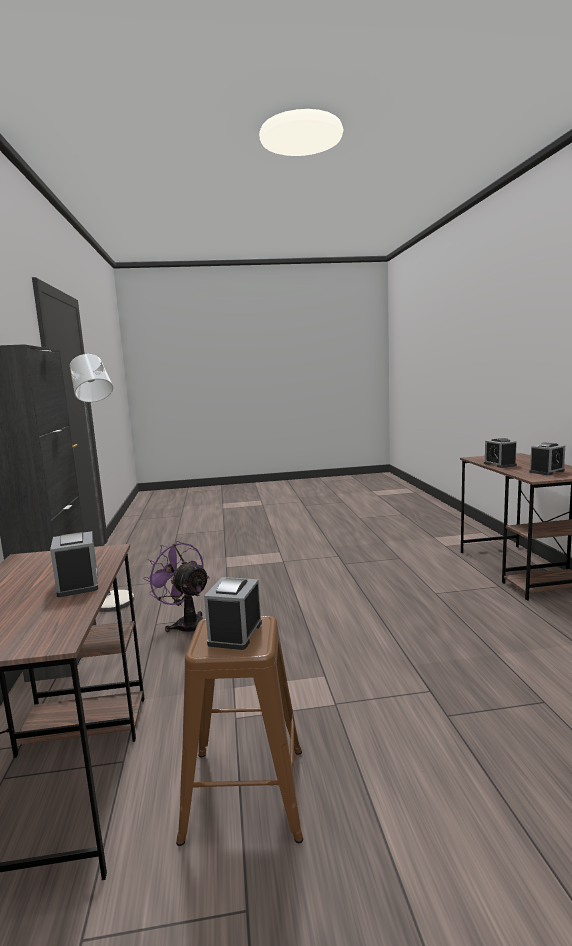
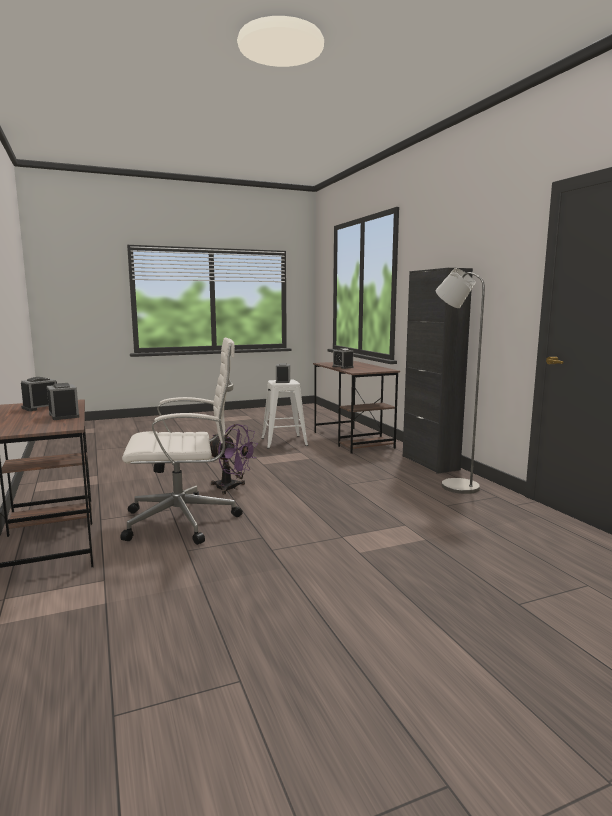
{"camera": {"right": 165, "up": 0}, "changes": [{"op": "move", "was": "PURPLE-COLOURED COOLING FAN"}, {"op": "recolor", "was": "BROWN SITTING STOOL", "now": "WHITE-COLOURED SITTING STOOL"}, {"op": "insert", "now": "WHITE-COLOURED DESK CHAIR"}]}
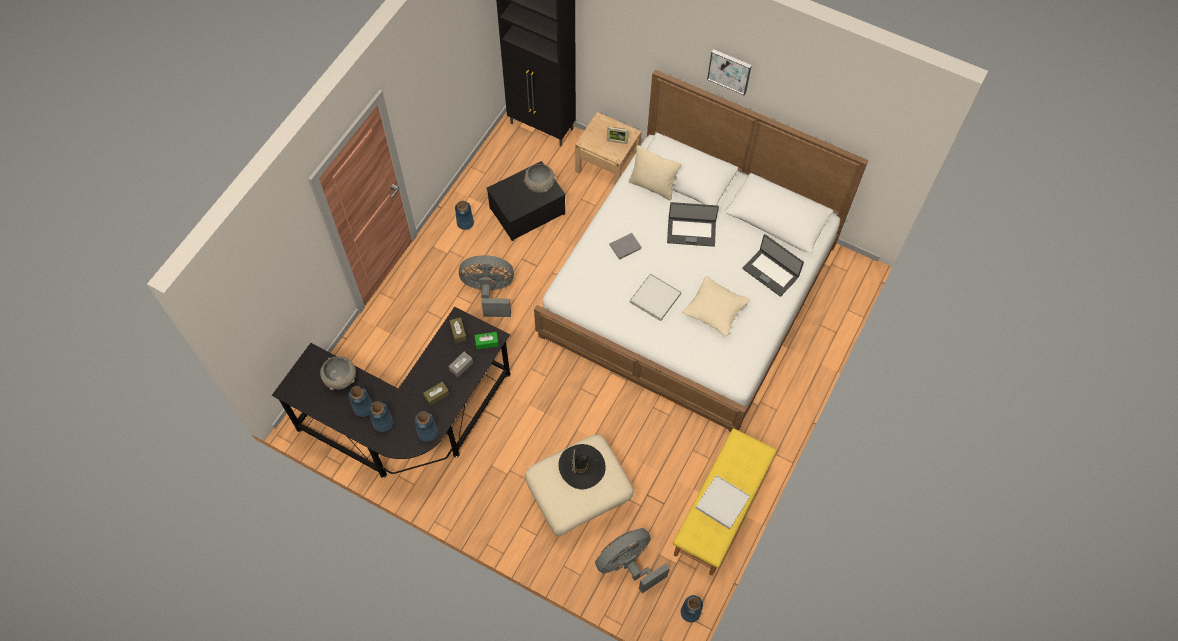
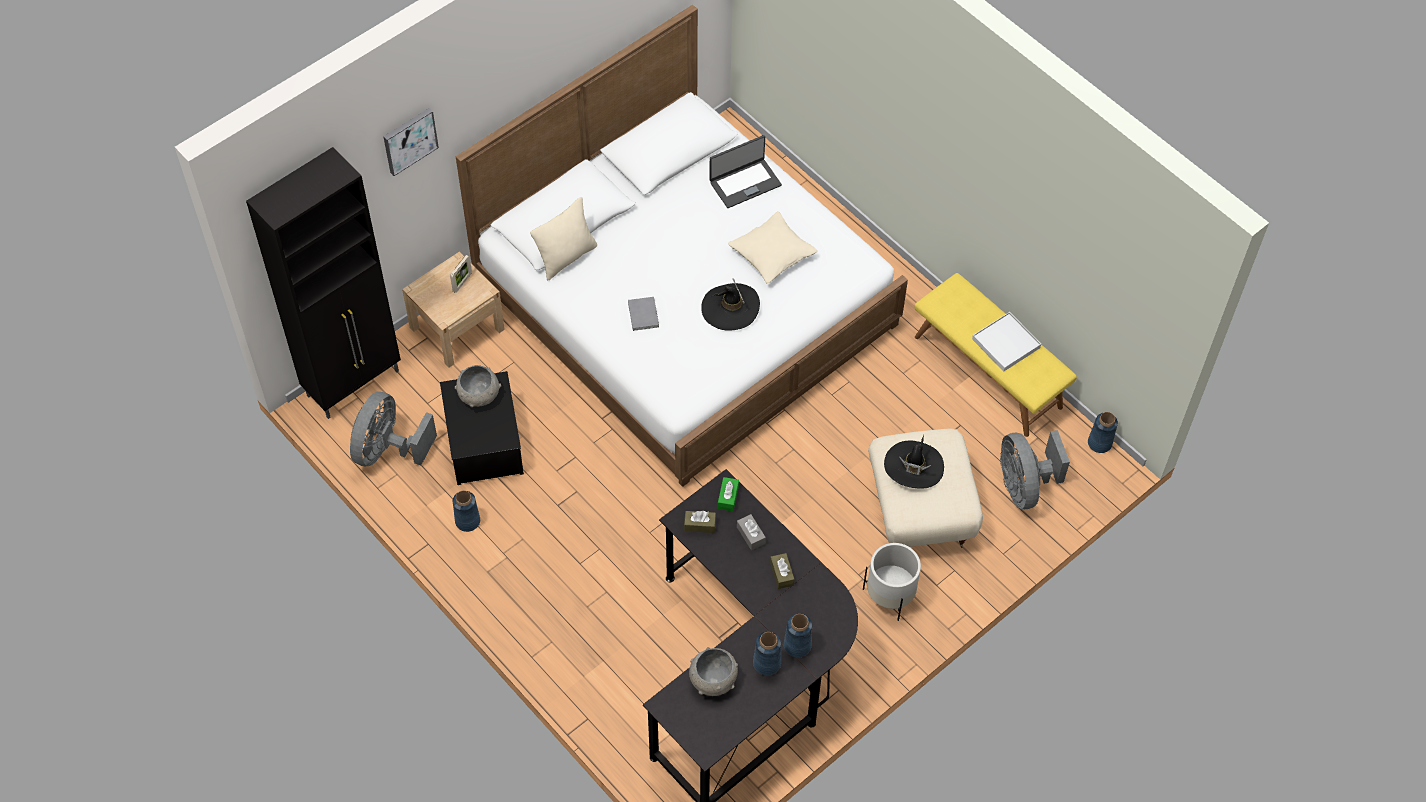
{"camera": {"right": -70, "up": -5}, "changes": [{"op": "delete", "was": "BLUE DECORATIVE VASE (3rd from left)"}, {"op": "move", "was": "GRAY COOLING FAN (1st from left)"}, {"op": "replace", "was": "WHITE-COLOURED SERVING TRAY (1st from left)", "now": "BLACKISH HAT (1st from left)"}, {"op": "delete", "was": "PORTABLE COMPUTER (1st from left)"}, {"op": "move", "was": "PICTURE"}, {"op": "insert", "now": "WHITE-COLOURED PLANTER"}]}
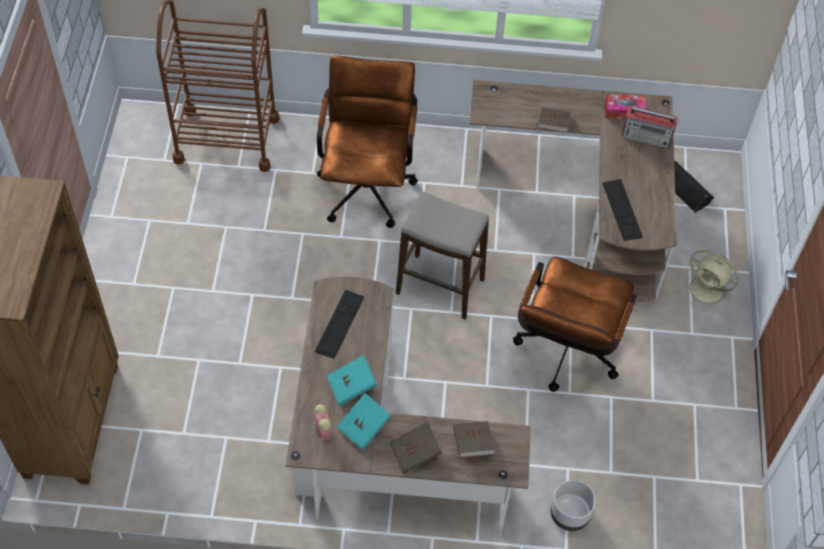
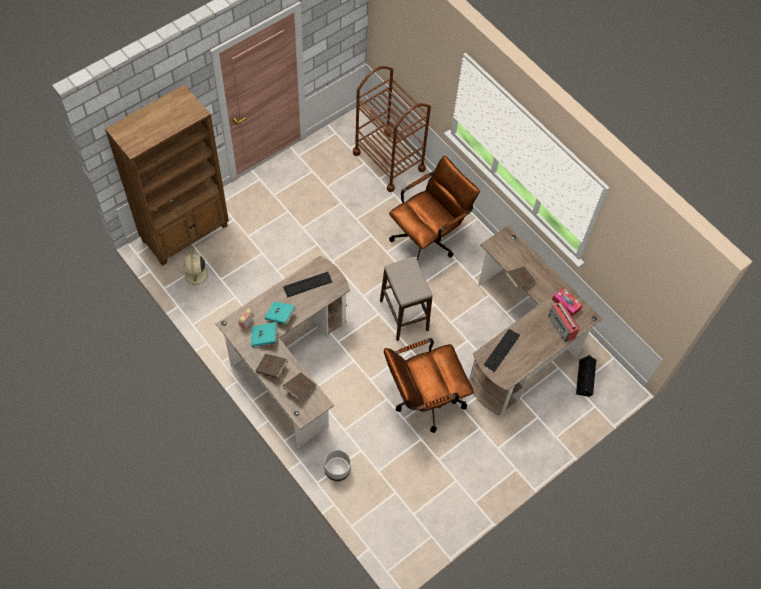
{"camera": {"right": 45, "up": 5}, "changes": [{"op": "move", "was": "BEIGE-COLOURED COOLING FAN"}]}
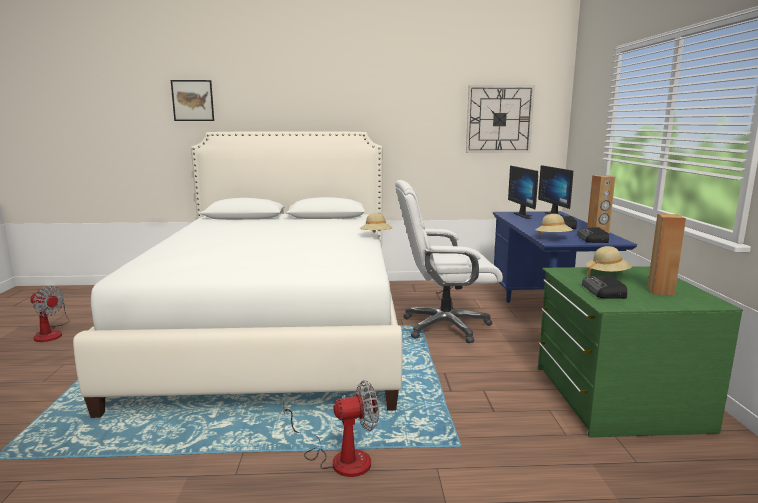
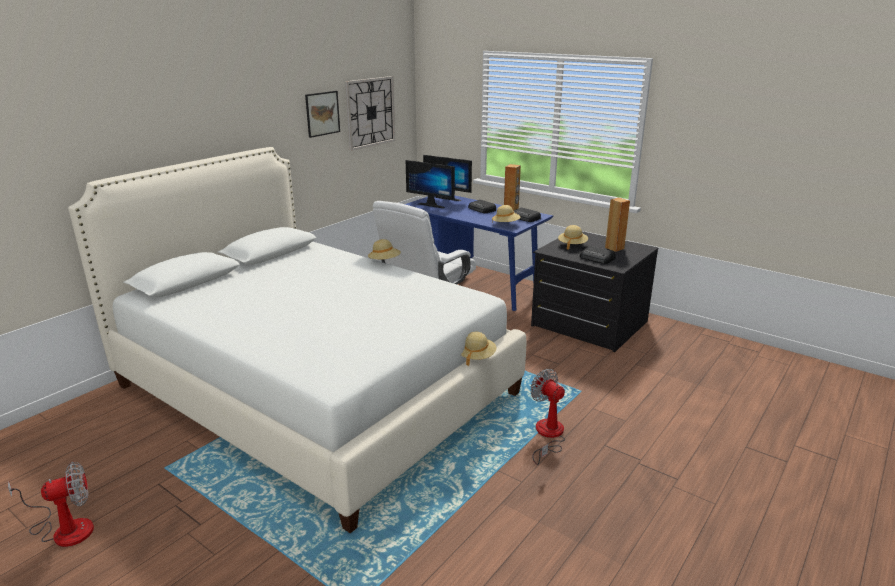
{"camera": {"right": -50, "up": 10}, "changes": [{"op": "move", "was": "PICTURE"}, {"op": "rotate", "was": "COOLING FAN (2nd from left)", "clockwise": -60}, {"op": "recolor", "was": "GREEN DRESSER", "now": "BLACKISH DRESSER"}, {"op": "insert", "now": "BEIGE-COLOURED HAT (2nd from left)"}]}
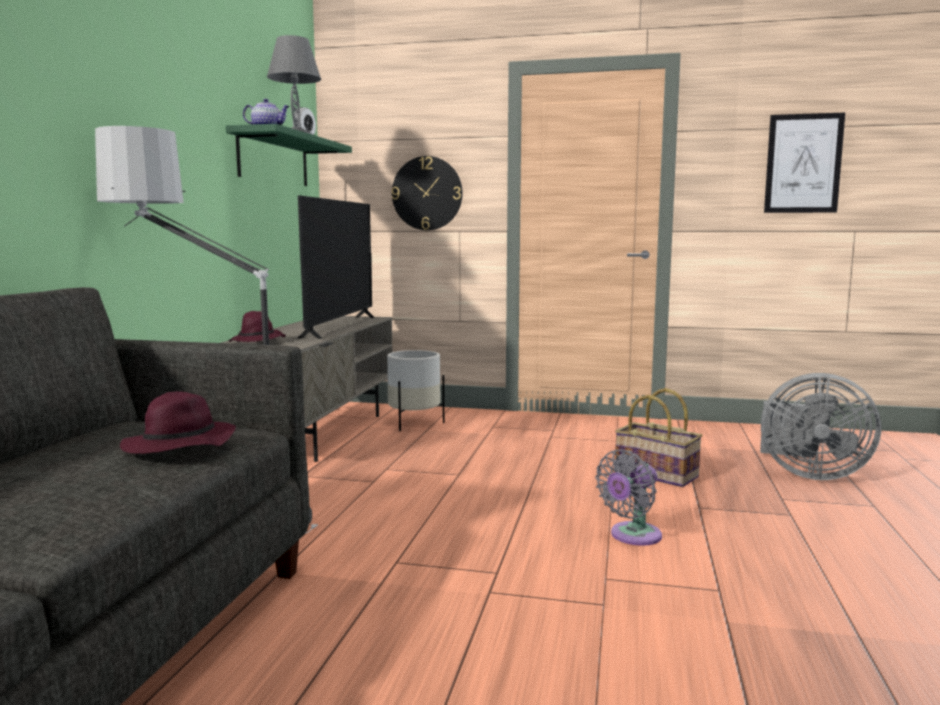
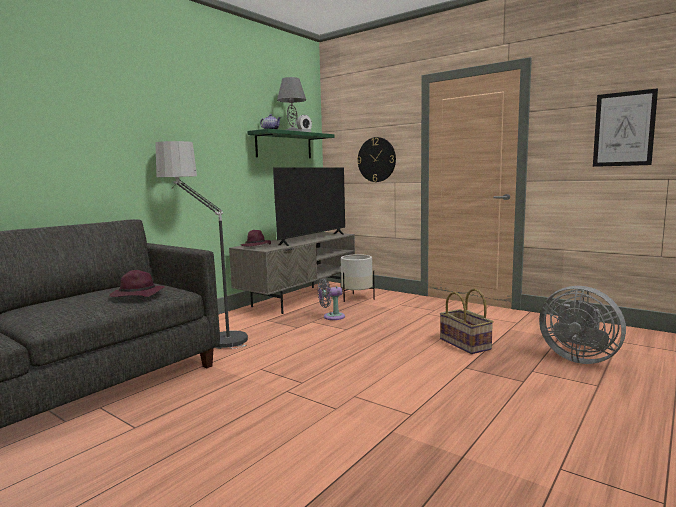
{"camera": {"right": 25, "up": 0}, "changes": [{"op": "move", "was": "GRAY COOLING FAN (1st from left)"}]}
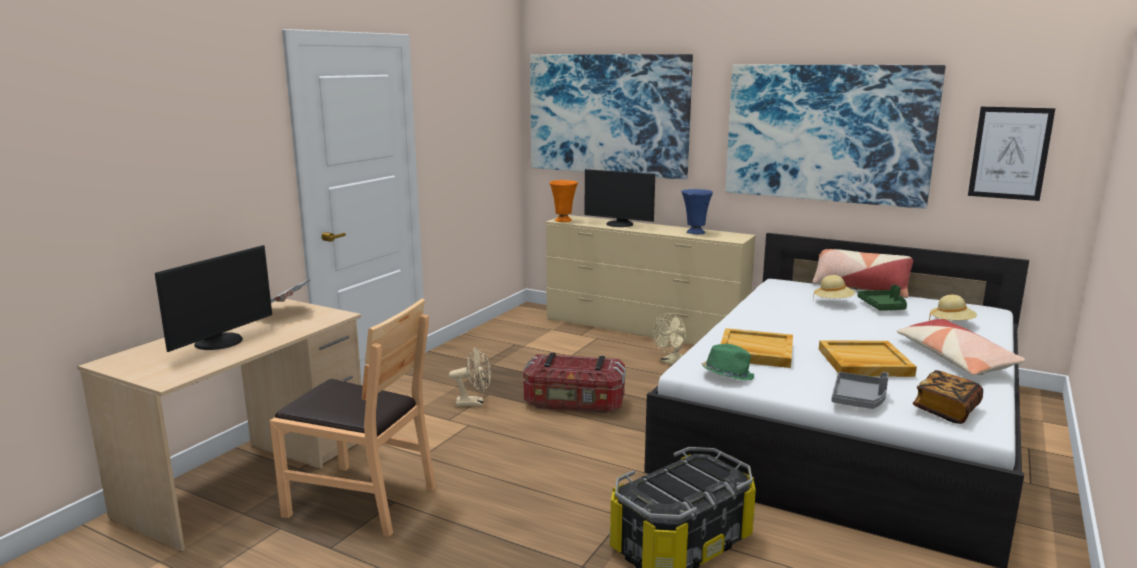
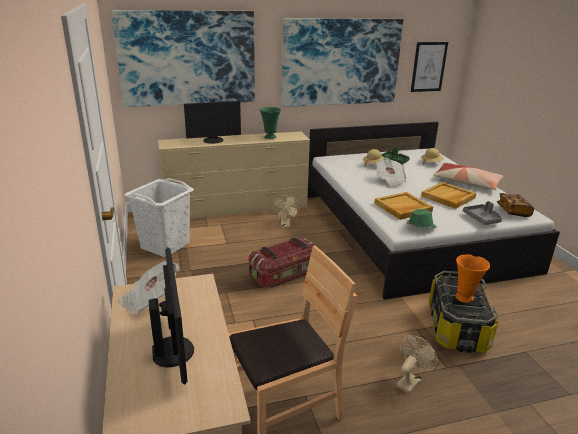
{"camera": {"right": -45, "up": 10}, "changes": [{"op": "move", "was": "BEIGE-COLOURED COOLING FAN (1st from left in the first image)", "now": "BEIGE-COLOURED COOLING FAN (2nd from left)"}, {"op": "move", "was": "ORANGEY DECORATIVE VASE"}, {"op": "recolor", "was": "BLUE DECORATIVE VASE", "now": "GREEN DECORATIVE VASE"}, {"op": "delete", "was": "PILLOW (1st from left)"}, {"op": "insert", "now": "WHITE-COLOURED WASHING BASKET"}, {"op": "insert", "now": "NEWSPAPER (2nd from left)"}]}
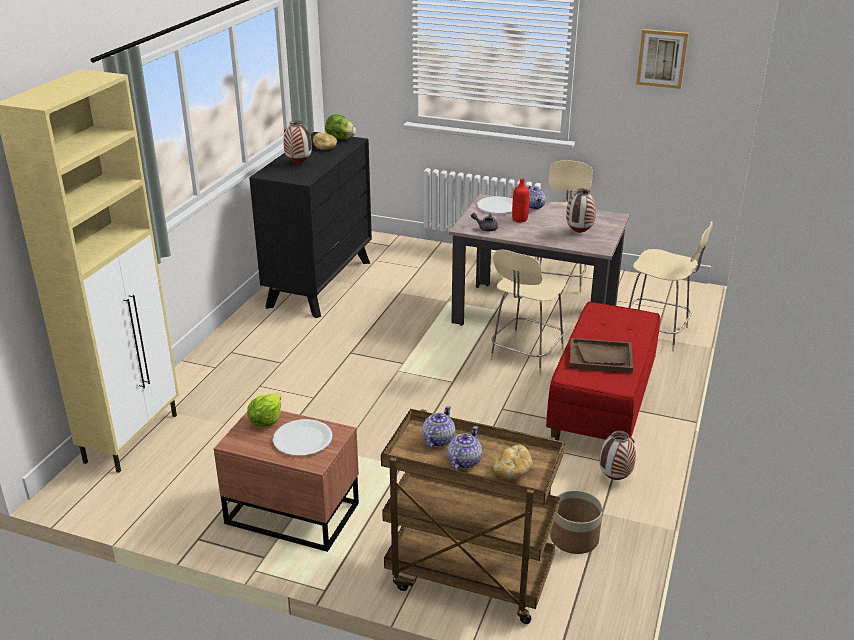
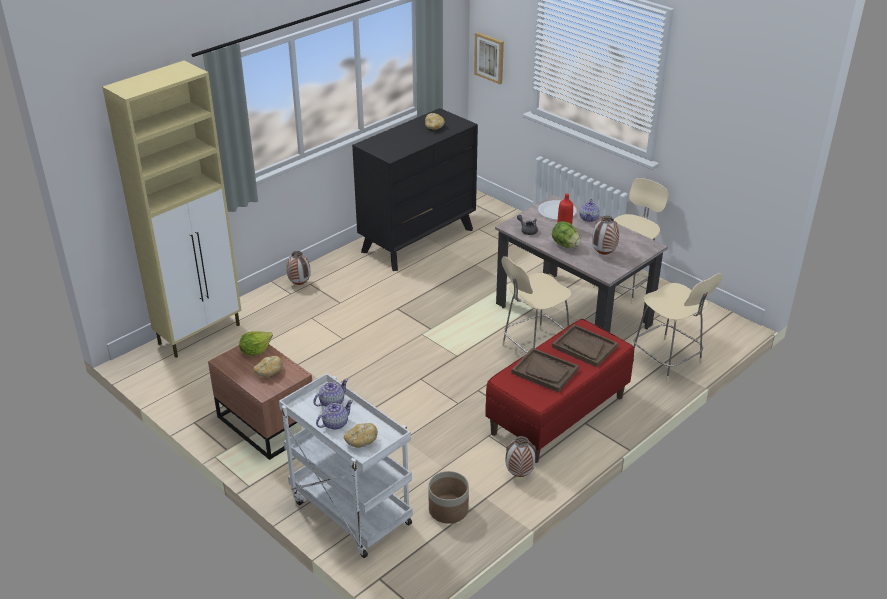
{"camera": {"right": 25, "up": 5}, "changes": [{"op": "replace", "was": "WHITE-COLOURED PLATE (1st from left)", "now": "BREAD (1st from left)"}, {"op": "move", "was": "DECORATIVE VASE (1st from left)"}, {"op": "move", "was": "LETTUCE HEAD (2nd from left)"}, {"op": "recolor", "was": "BROWN WHEELED CART", "now": "WHITE-COLOURED WHEELED CART"}, {"op": "move", "was": "PICTURE"}, {"op": "insert", "now": "BROWN SERVING TRAY (2nd from left)"}]}
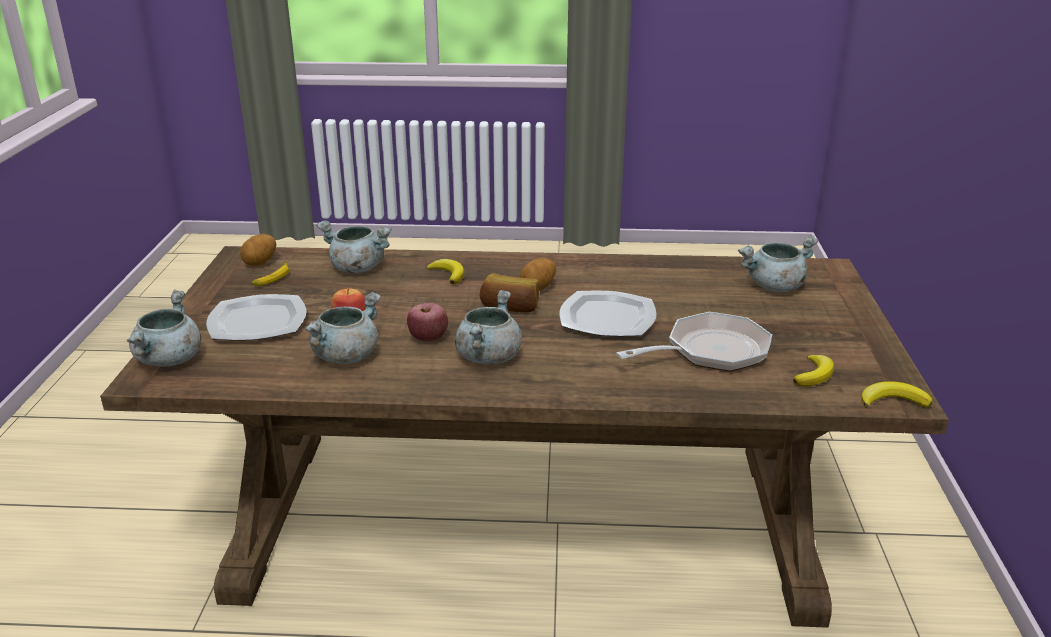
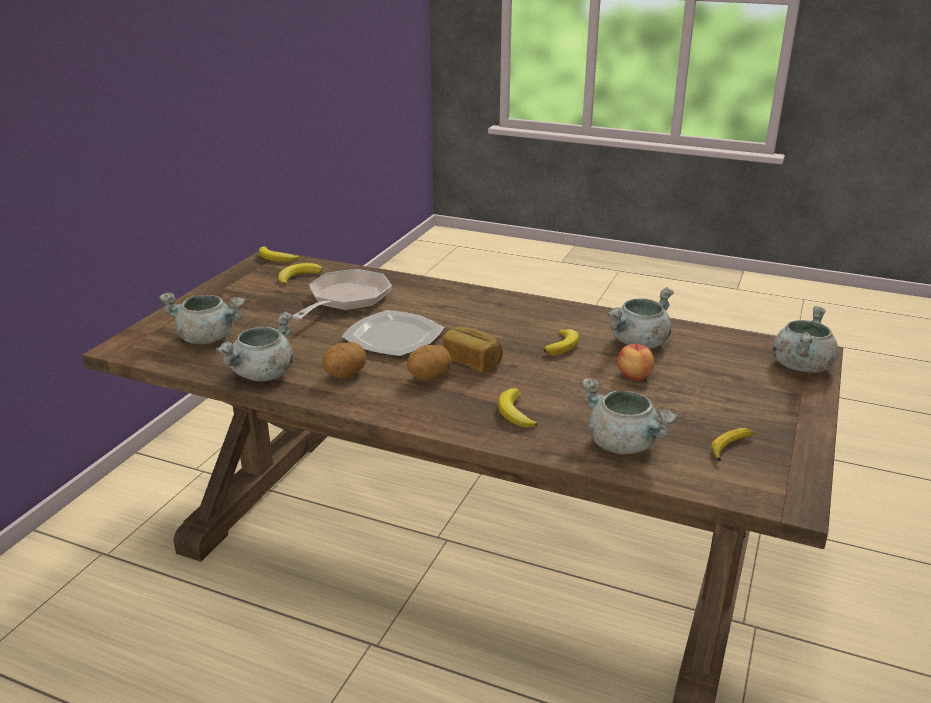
{"camera": {"right": -160, "up": 0}, "changes": [{"op": "delete", "was": "PLATE (1st from left)"}, {"op": "move", "was": "WHOLE POTATO (1st from left)"}, {"op": "replace", "was": "APPLE (2nd from left)", "now": "BANANA (4th from left)"}, {"op": "move", "was": "GRAY SAUCEPOT (4th from left in the first image)", "now": "GRAY SAUCEPOT (2nd from left)"}, {"op": "rotate", "was": "SKILLET", "clockwise": 120}]}
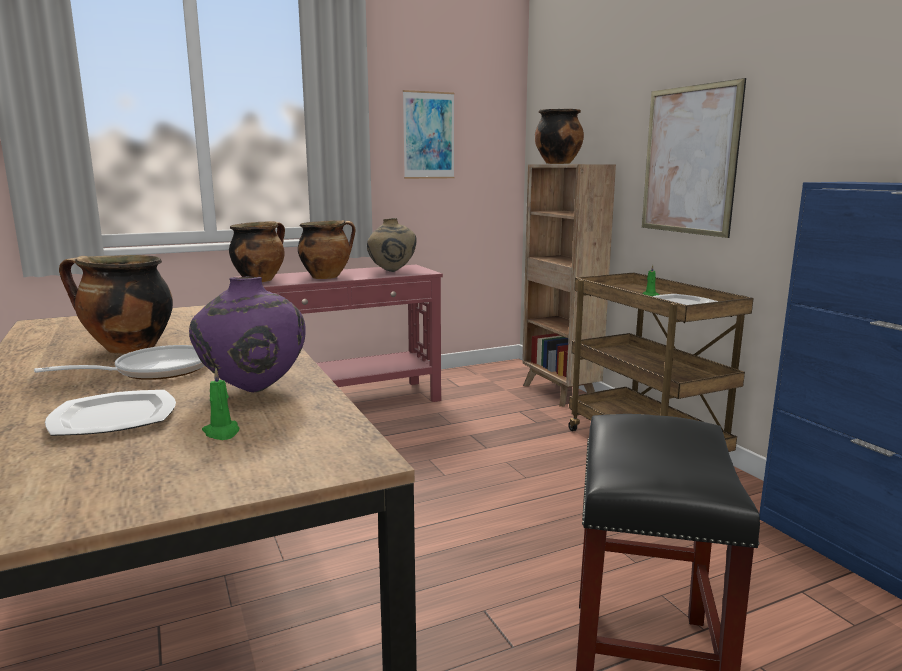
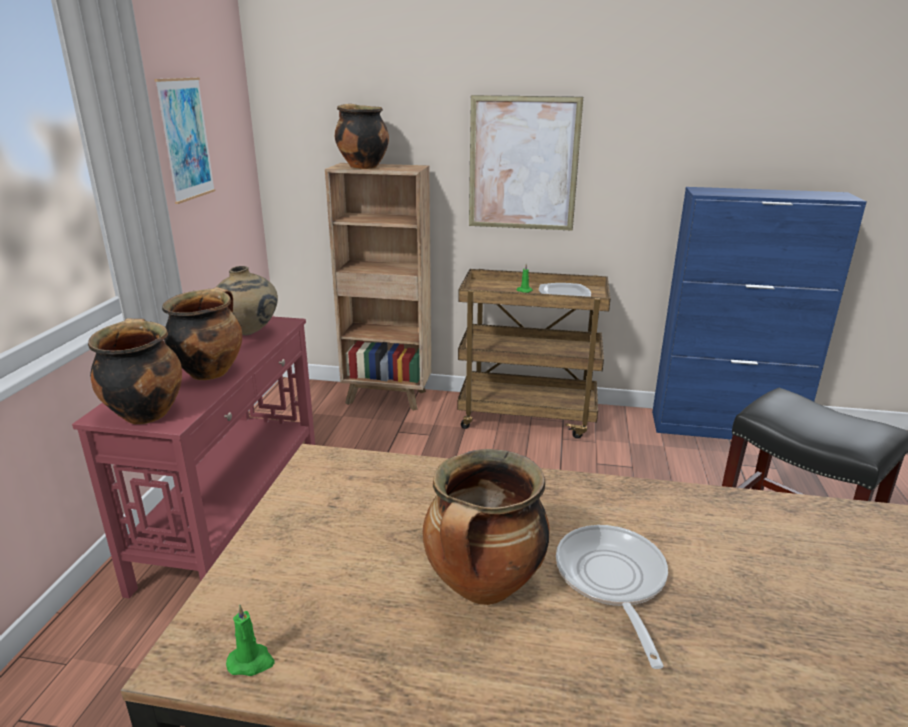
{"camera": {"right": -55, "up": 10}, "changes": [{"op": "delete", "was": "PLATE (1st from left)"}, {"op": "delete", "was": "PURPLE-COLOURED DECORATIVE VASE"}, {"op": "move", "was": "GREEN CANDLE (1st from left)"}]}
